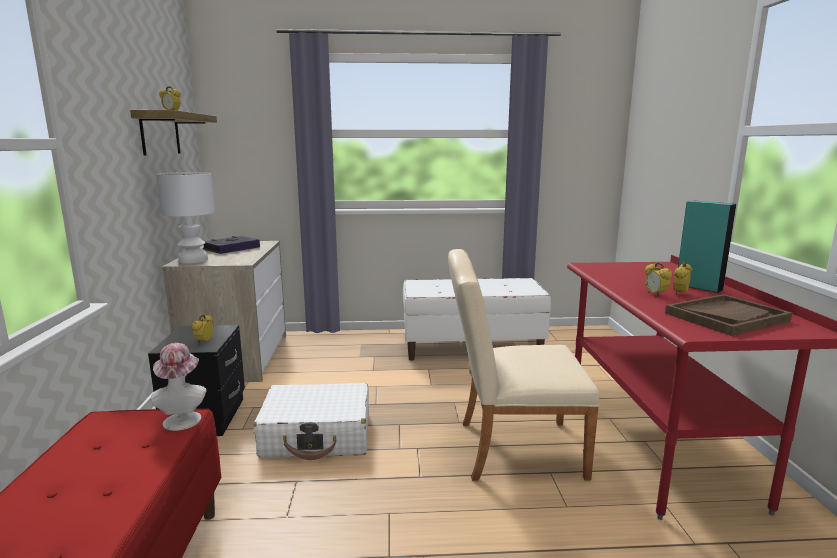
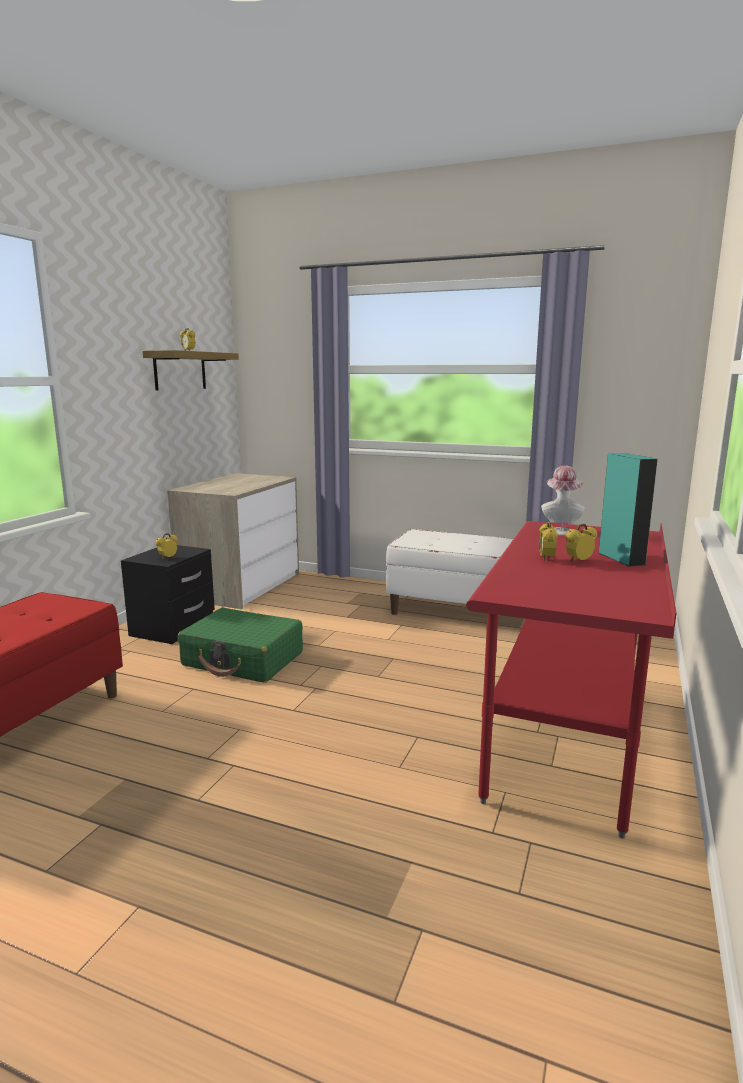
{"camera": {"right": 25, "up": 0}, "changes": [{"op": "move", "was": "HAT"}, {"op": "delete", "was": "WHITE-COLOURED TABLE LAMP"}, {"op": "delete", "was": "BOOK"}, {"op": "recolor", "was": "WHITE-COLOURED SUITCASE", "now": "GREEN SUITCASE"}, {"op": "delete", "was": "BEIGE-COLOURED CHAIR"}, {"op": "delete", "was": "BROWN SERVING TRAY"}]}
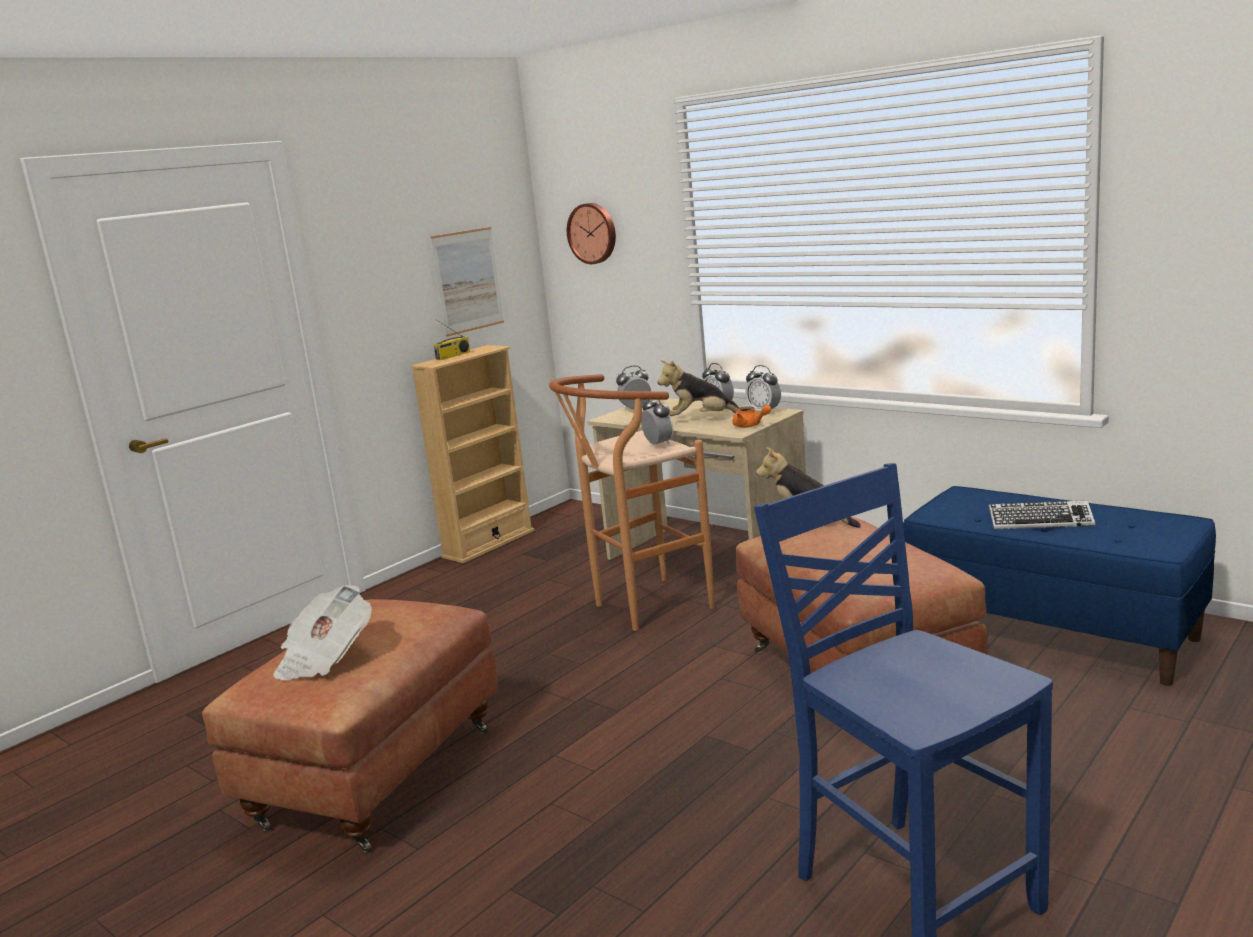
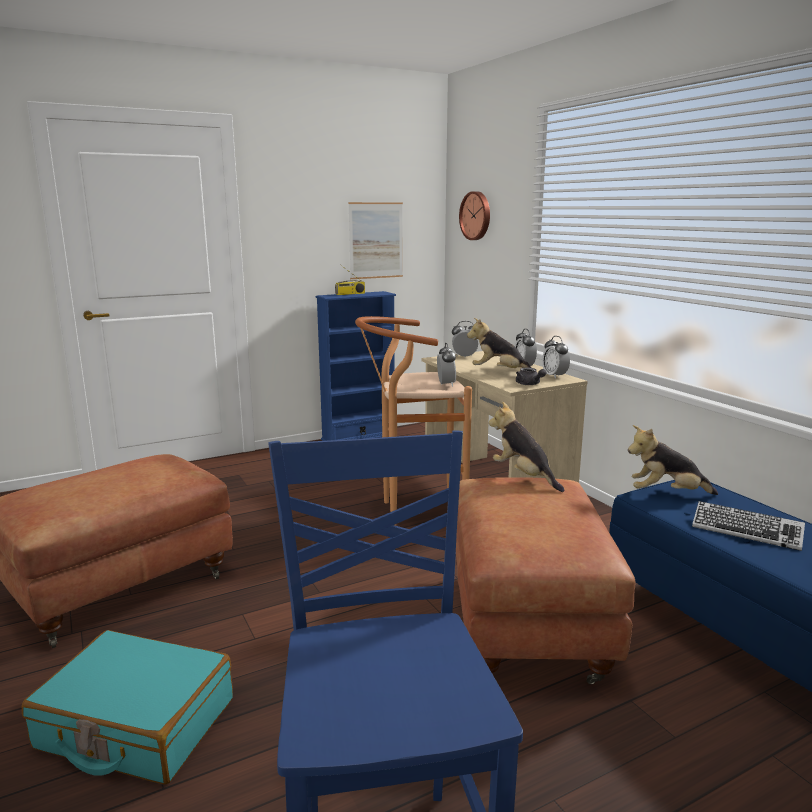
{"camera": {"right": 20, "up": 0}, "changes": [{"op": "delete", "was": "NEWSPAPER"}, {"op": "recolor", "was": "BEIGE-COLOURED SHELVING UNIT", "now": "BLUE SHELVING UNIT"}, {"op": "recolor", "was": "ORANGEY TEAPOT", "now": "GRAY TEAPOT"}, {"op": "insert", "now": "TURQUOISE-COLOURED SUITCASE"}, {"op": "insert", "now": "CUDDLY TOY (3rd from left)"}]}
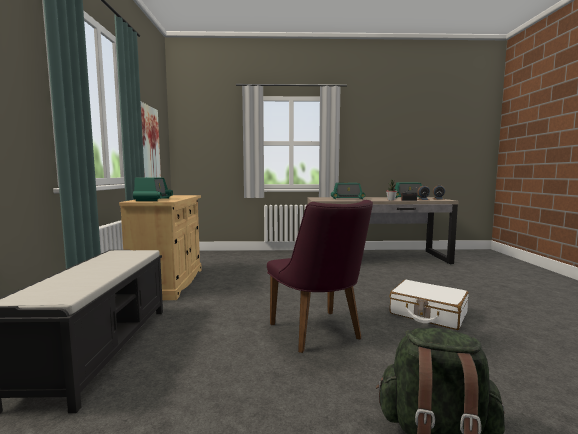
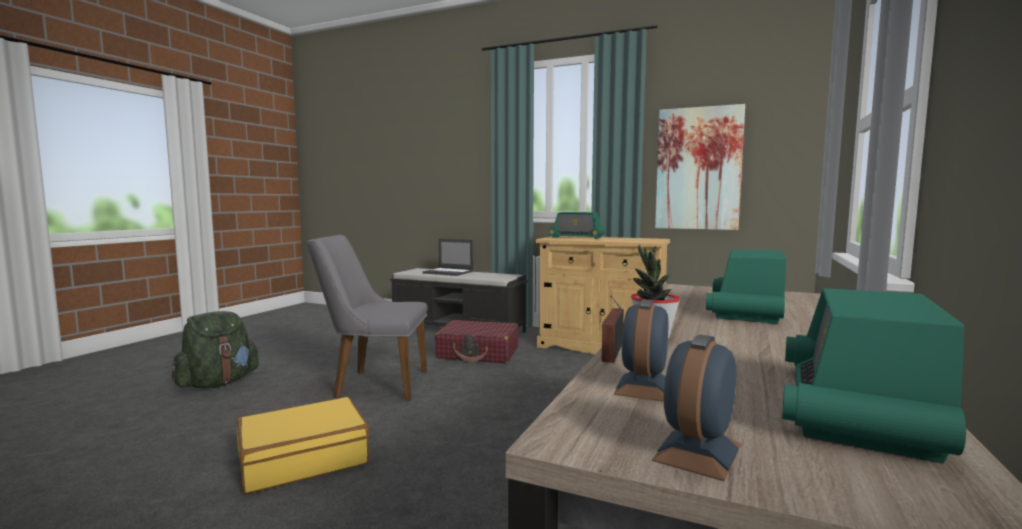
{"camera": {"right": 115, "up": 0}, "changes": [{"op": "recolor", "was": "PURPLE-COLOURED CHAIR", "now": "GRAY CHAIR"}, {"op": "recolor", "was": "WHITE-COLOURED SUITCASE", "now": "YELLOWISH SUITCASE"}, {"op": "insert", "now": "PORTABLE COMPUTER"}, {"op": "insert", "now": "RED SUITCASE"}]}
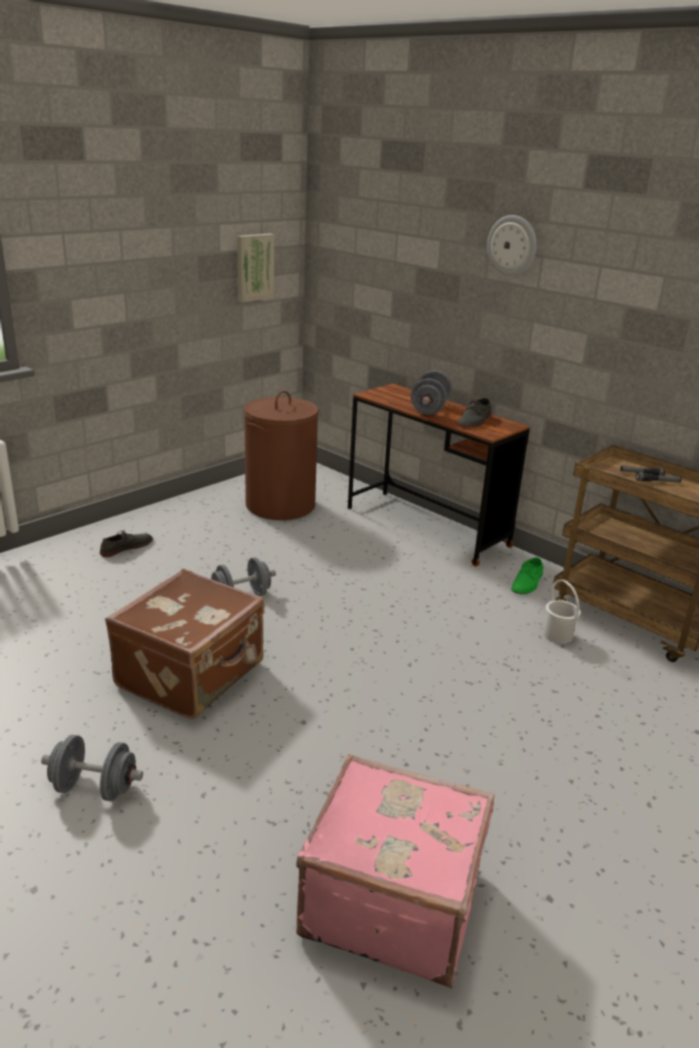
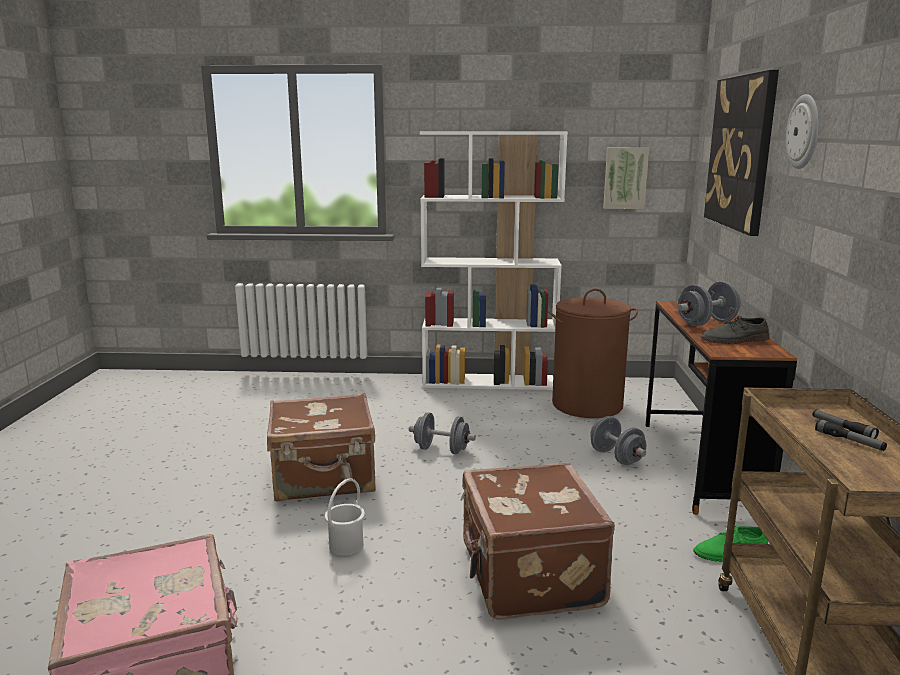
{"camera": {"right": 50, "up": -10}, "changes": [{"op": "move", "was": "GRAY HAND WEIGHT (1st from left in the first image)", "now": "GRAY HAND WEIGHT (2nd from left)"}, {"op": "delete", "was": "GRAY ITEM OF FOOTWEAR (1st from left)"}, {"op": "move", "was": "WHITE-COLOURED PAIL"}, {"op": "insert", "now": "WHITE-COLOURED SHELVING UNIT"}, {"op": "insert", "now": "BROWN SUITCASE (2nd from left)"}, {"op": "insert", "now": "PICTURE (2nd from left)"}]}
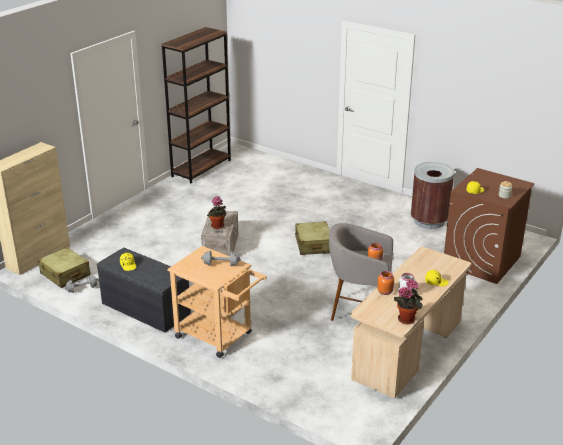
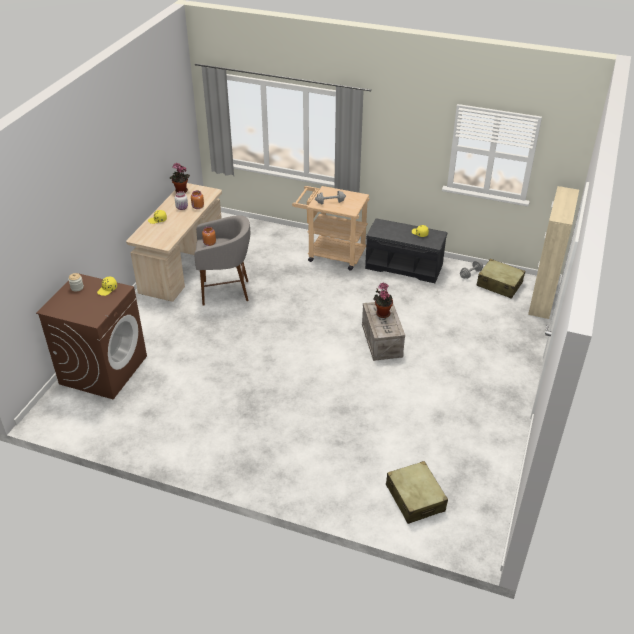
{"camera": {"right": 165, "up": 10}, "changes": [{"op": "delete", "was": "BROWN SHELVING UNIT"}, {"op": "move", "was": "BEIGE-COLOURED SUITCASE (2nd from left in the first image)", "now": "BEIGE-COLOURED SUITCASE (1st from left)"}, {"op": "delete", "was": "BROWN WASTE BIN"}]}
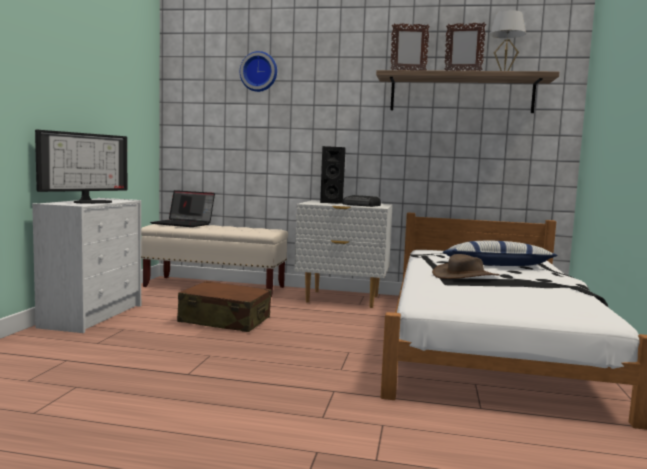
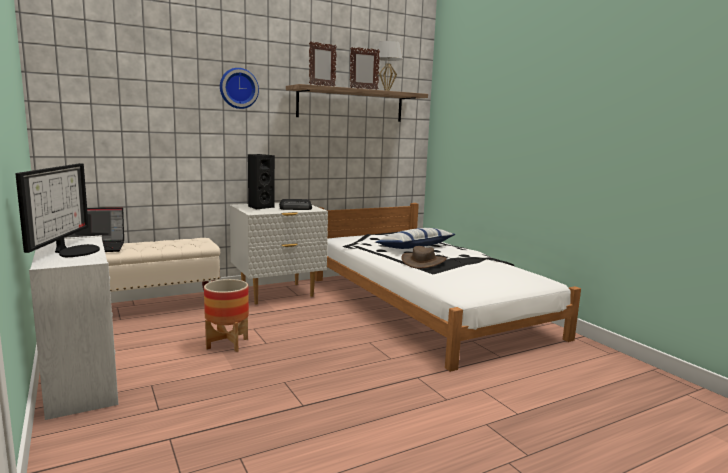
{"camera": {"right": -40, "up": 5}, "changes": [{"op": "replace", "was": "BROWN SUITCASE", "now": "PLANTER"}, {"op": "move", "was": "WALL CLOCK"}]}
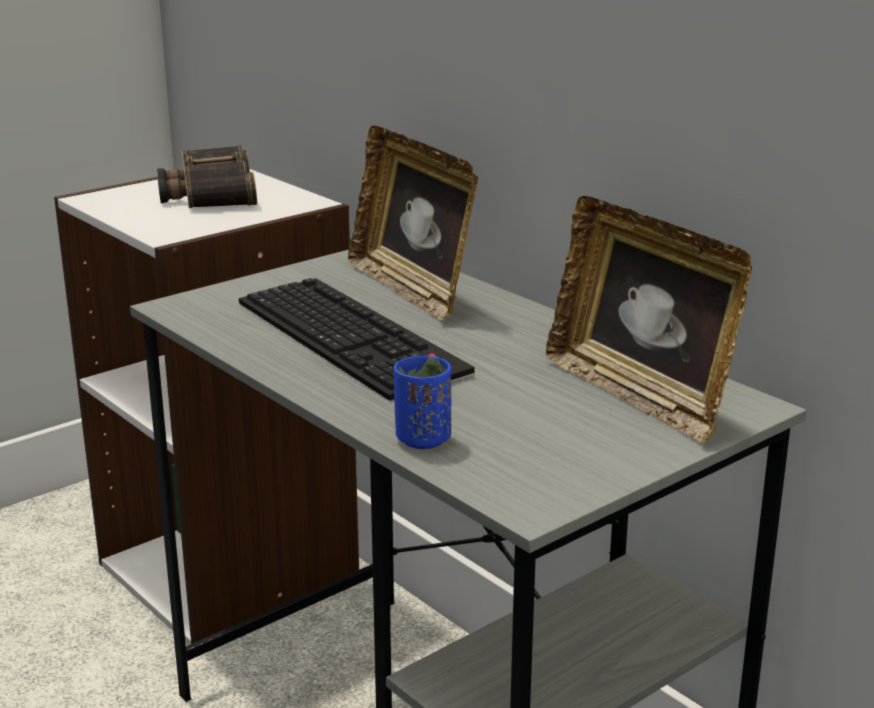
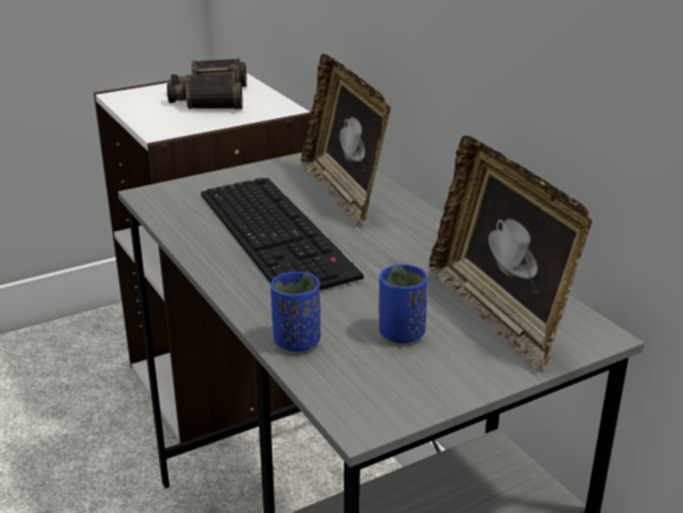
{"camera": {"right": 10, "up": 5}, "changes": [{"op": "insert", "now": "BLUE SMALL CUP (2nd from left)"}]}
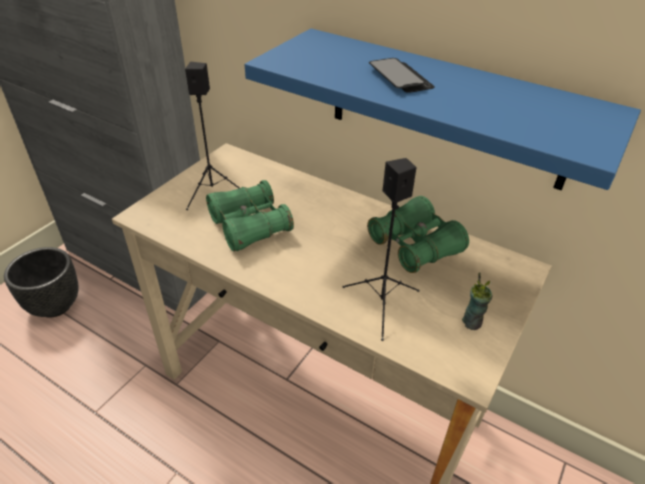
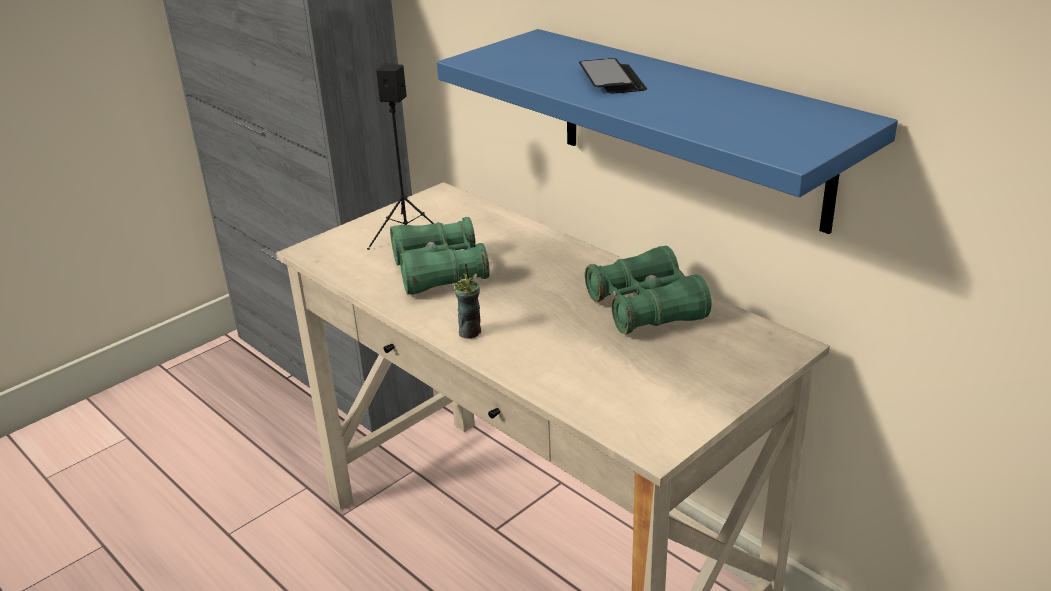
{"camera": {"right": 15, "up": -10}, "changes": [{"op": "delete", "was": "BLACKISH PLANTER"}, {"op": "delete", "was": "BLACKISH LOUDSPEAKER (2nd from left)"}, {"op": "move", "was": "SMALL CUP"}]}
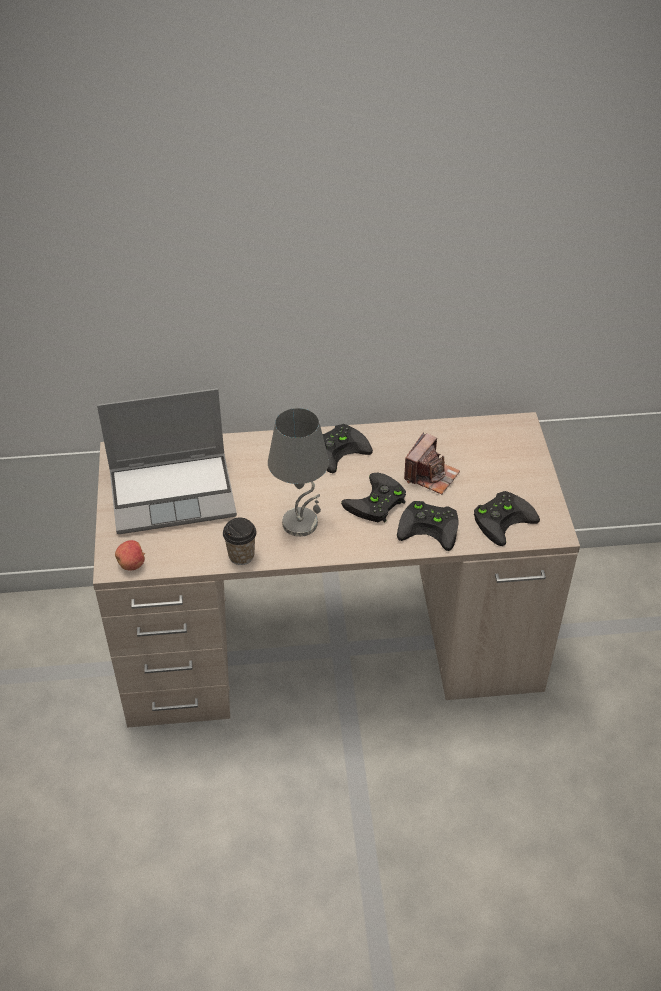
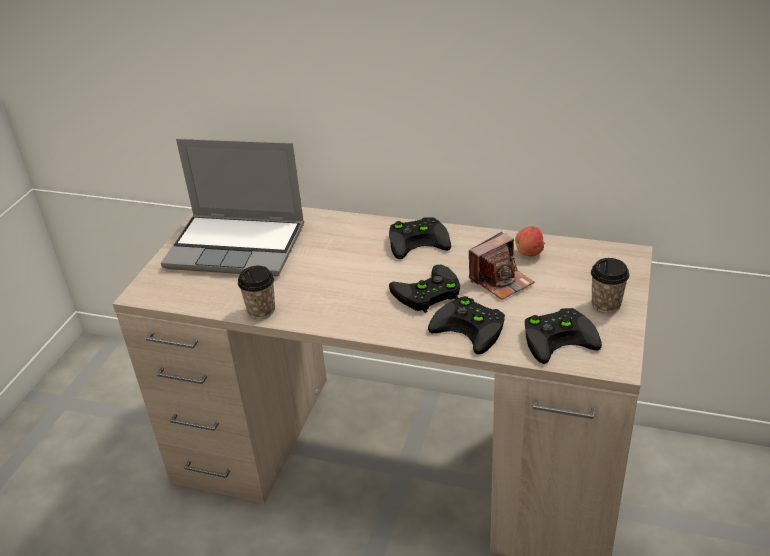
{"camera": {"right": 25, "up": -10}, "changes": [{"op": "move", "was": "APPLE"}, {"op": "delete", "was": "GRAY TABLE LAMP"}, {"op": "insert", "now": "SMALL CUP (2nd from left)"}]}
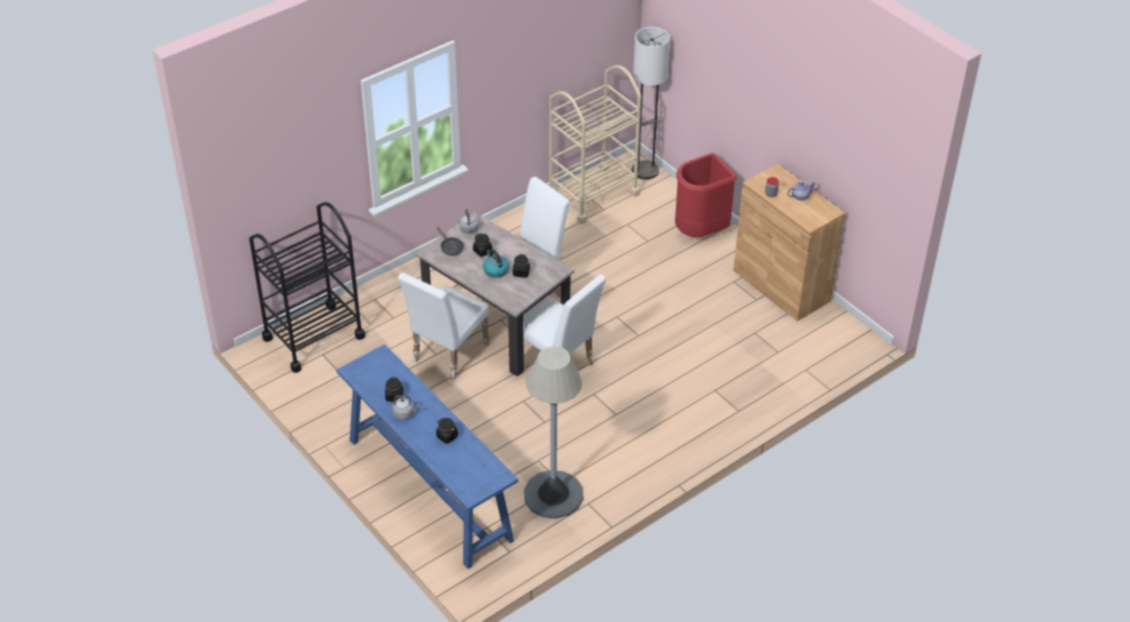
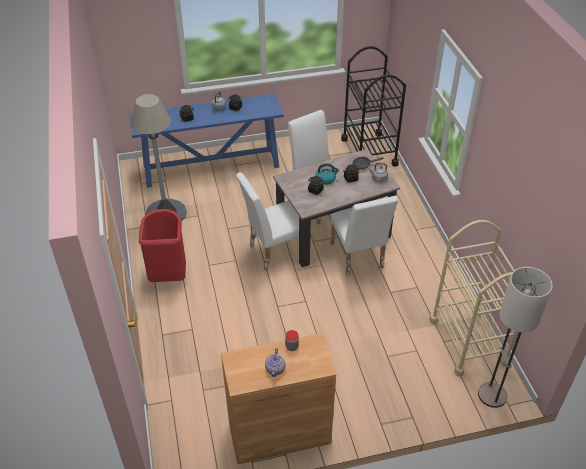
{"camera": {"right": 115, "up": 0}, "changes": [{"op": "move", "was": "RED WASTE BIN"}]}
